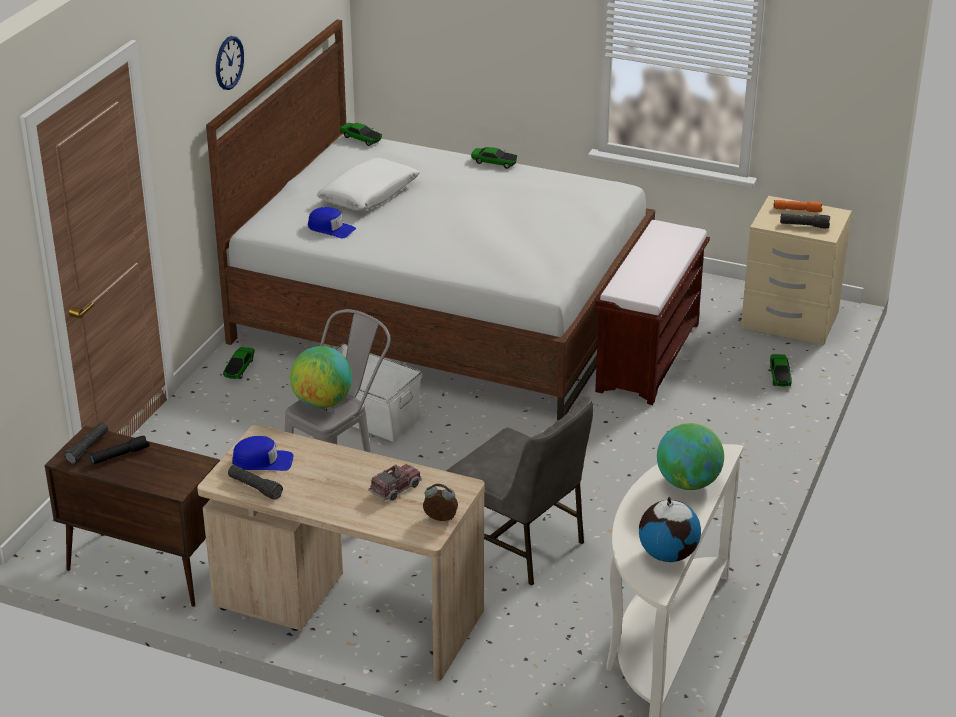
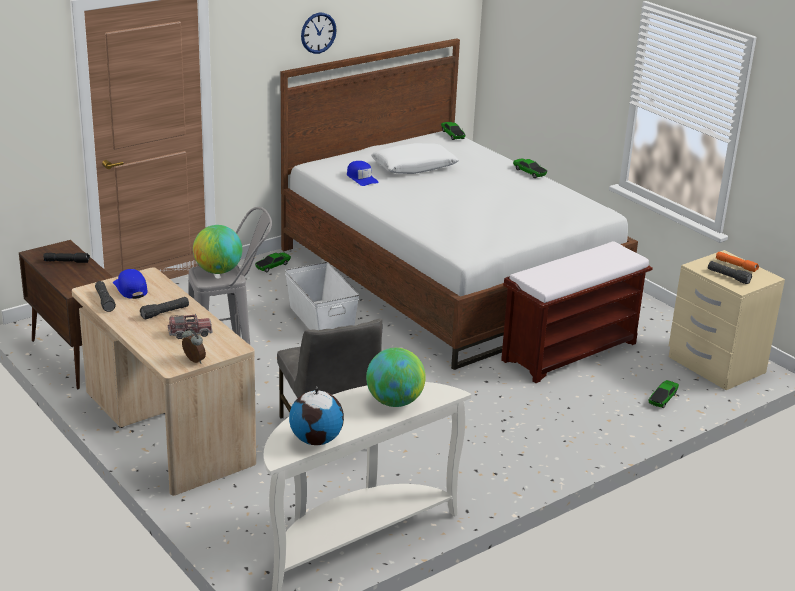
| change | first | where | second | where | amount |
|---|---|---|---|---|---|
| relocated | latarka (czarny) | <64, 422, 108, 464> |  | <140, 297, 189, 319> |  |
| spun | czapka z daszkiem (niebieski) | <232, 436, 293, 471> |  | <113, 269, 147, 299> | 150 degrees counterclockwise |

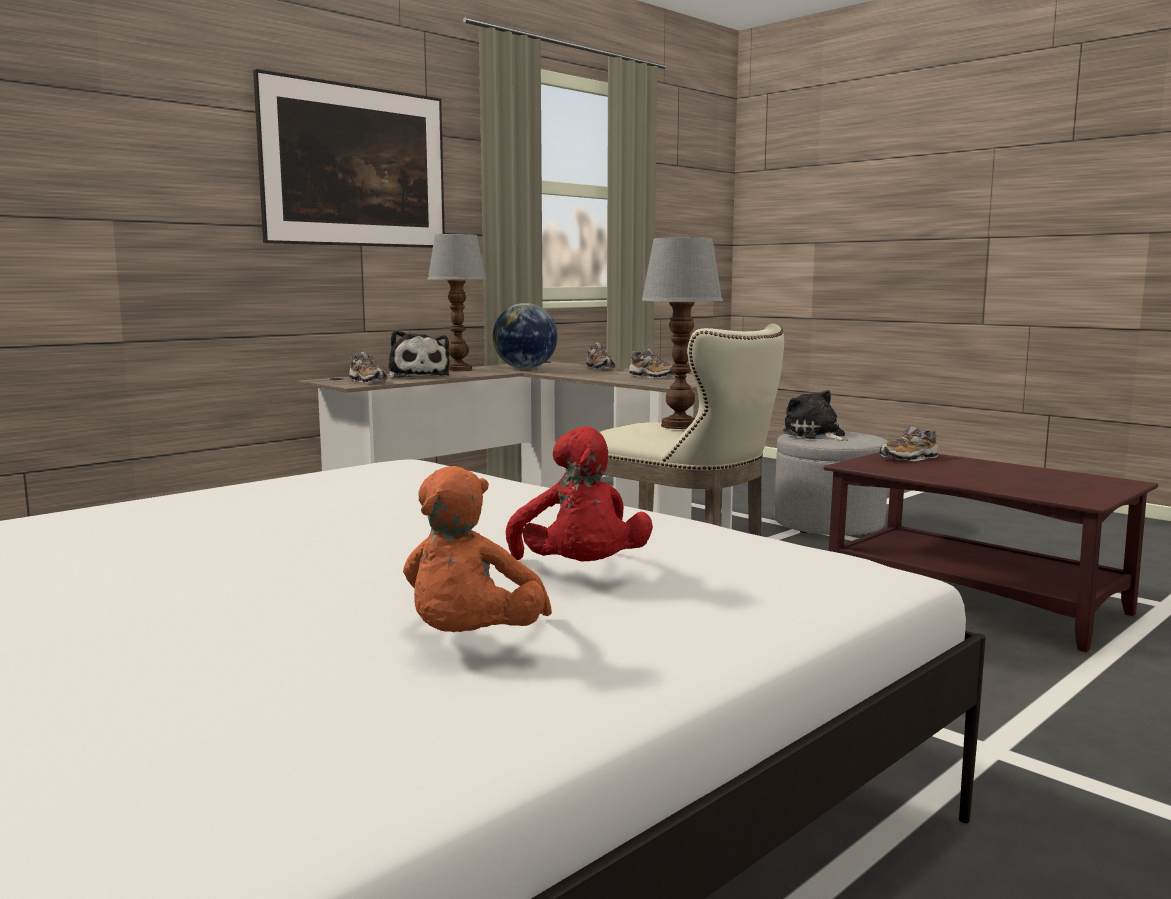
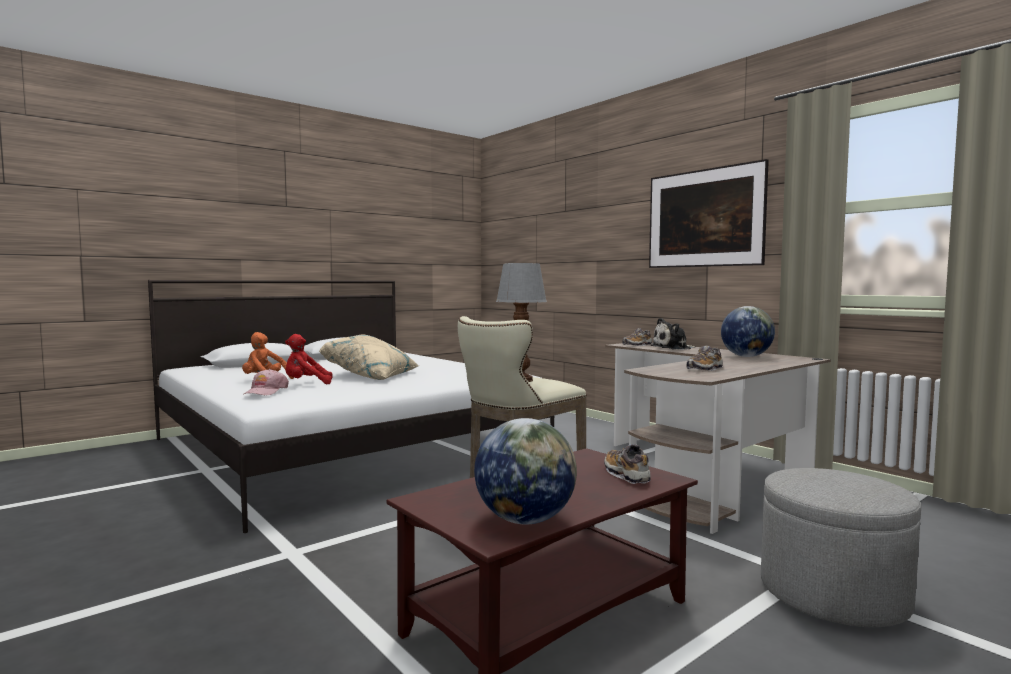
| change | first | where | second | where | amount |
|---|---|---|---|---|---|
| missing | lampa stołowa | <428, 234, 486, 372> |  |  |  |
| missing | but | <586, 342, 615, 369> |  |  |  |
| missing | pluszak | <783, 390, 848, 441> |  |  |  |
| appeared |  |  | czapka z daszkiem (różowy) | <244, 369, 289, 395> |  |
| appeared |  |  | poduszka (beżowy) | <319, 335, 419, 380> |  |
| appeared |  |  | globus | <474, 418, 577, 525> |  |

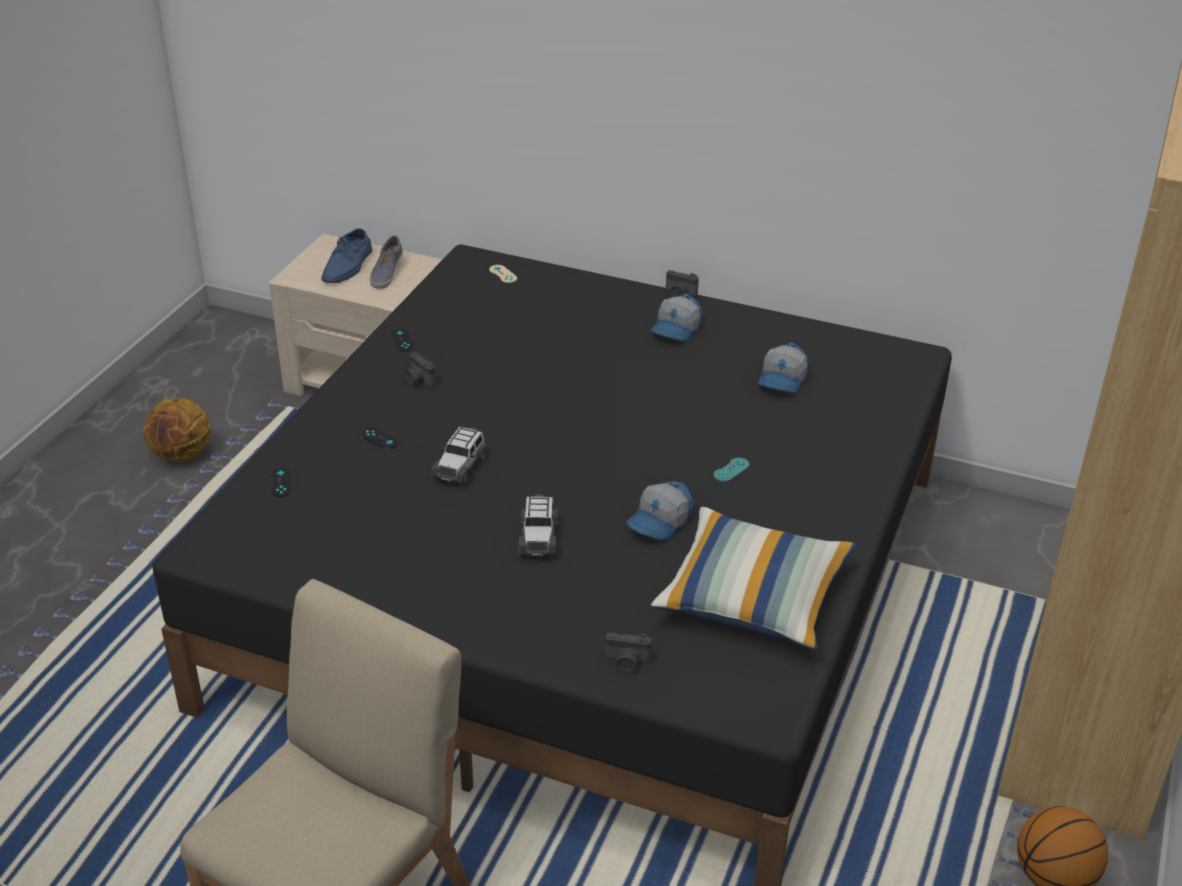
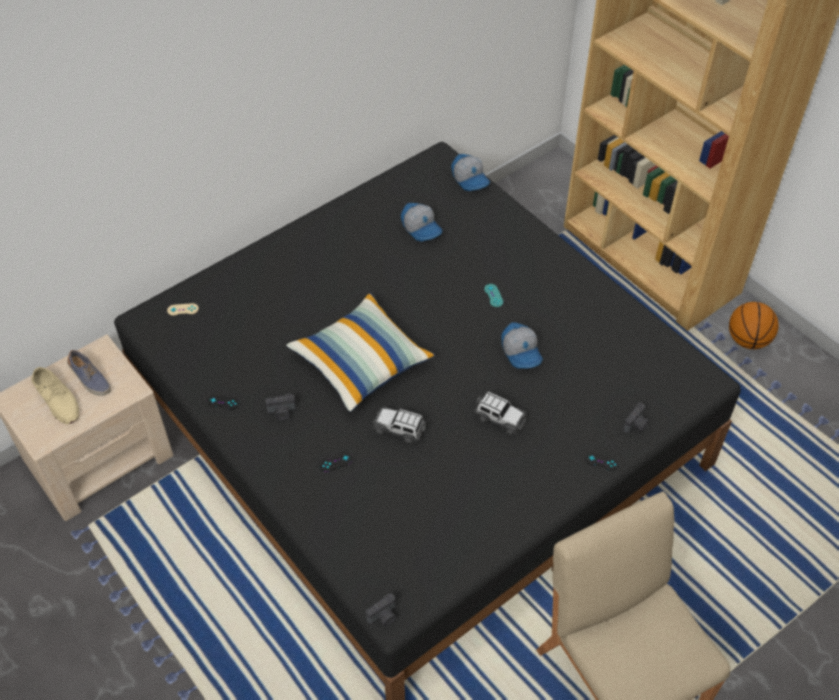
| change | first | where | second | where | amount |
|---|---|---|---|---|---|
| missing | piłka do koszykówki | <143, 398, 210, 461> |  |  |  |
| relocated | pad do gier (czarny) | <271, 468, 292, 497> |  | <585, 452, 619, 471> |  |
| colour | but (niebieski) | <322, 228, 372, 283> | but (beżowy) | <31, 367, 79, 424> |  |
| spun | samochodzik | <431, 426, 487, 485> |  | <373, 406, 426, 443> | 150 degrees clockwise |
| relocated | czapka z daszkiem | <650, 294, 703, 342> |  | <451, 154, 490, 191> |  |
| relocated | poduszka | <651, 507, 856, 650> |  | <286, 293, 435, 412> |  |
| relocated | aparat fotograficzny | <666, 270, 699, 297> |  | <366, 594, 396, 626> |  |

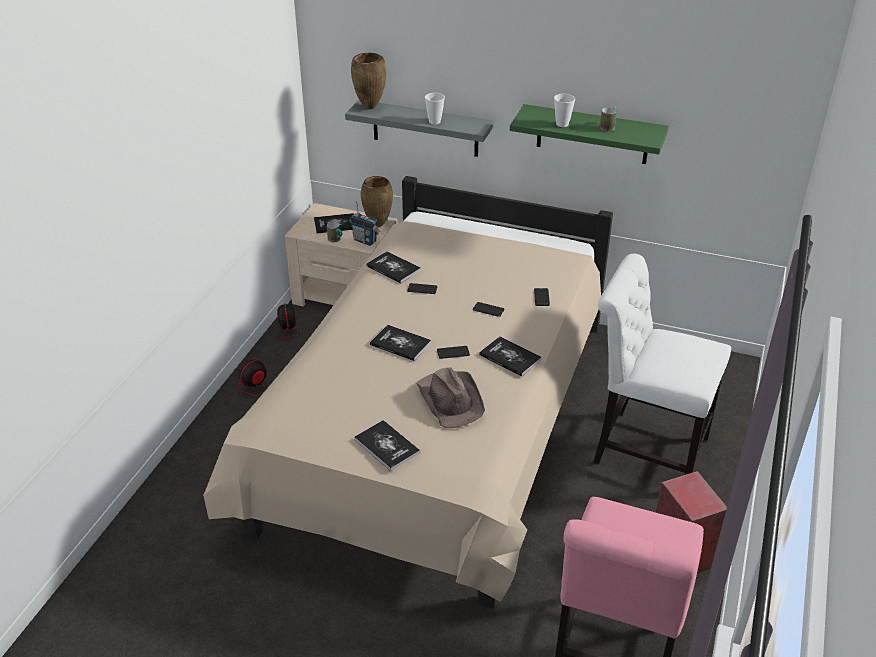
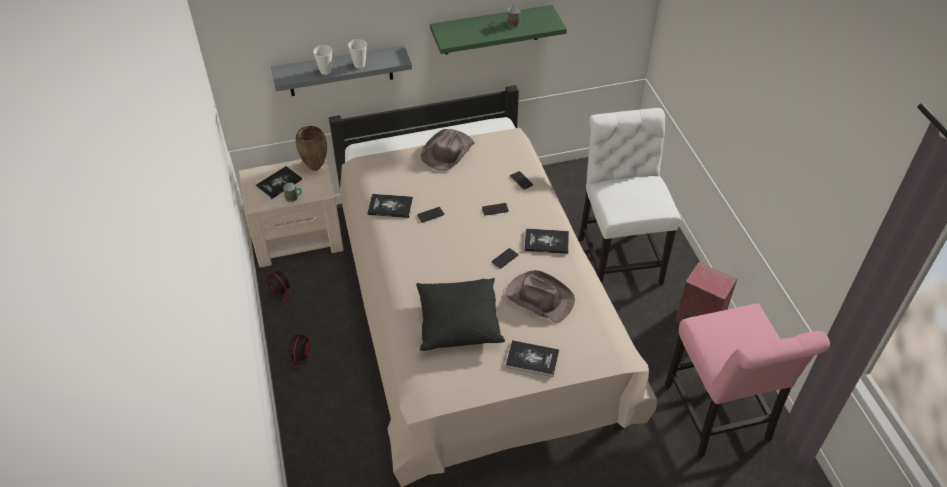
| change | first | where | second | where | amount |
|---|---|---|---|---|---|
| missing | radio | <350, 201, 380, 246> |  |  |  |
| missing | wazon (brązowy) | <351, 53, 386, 109> |  |  |  |
| missing | książka | <370, 325, 431, 361> |  |  |  |
| relocated | filiżanka | <554, 94, 575, 127> |  | <313, 45, 332, 75> |  |
| spun | krzesło (biały) | <594, 254, 731, 475> |  | <579, 108, 681, 285> | 90 degrees clockwise |
| appeared |  |  | poduszka (czarny) | <416, 278, 505, 351> |  |
| appeared |  |  | kapelusz (brązowy) | <421, 129, 475, 170> |  |

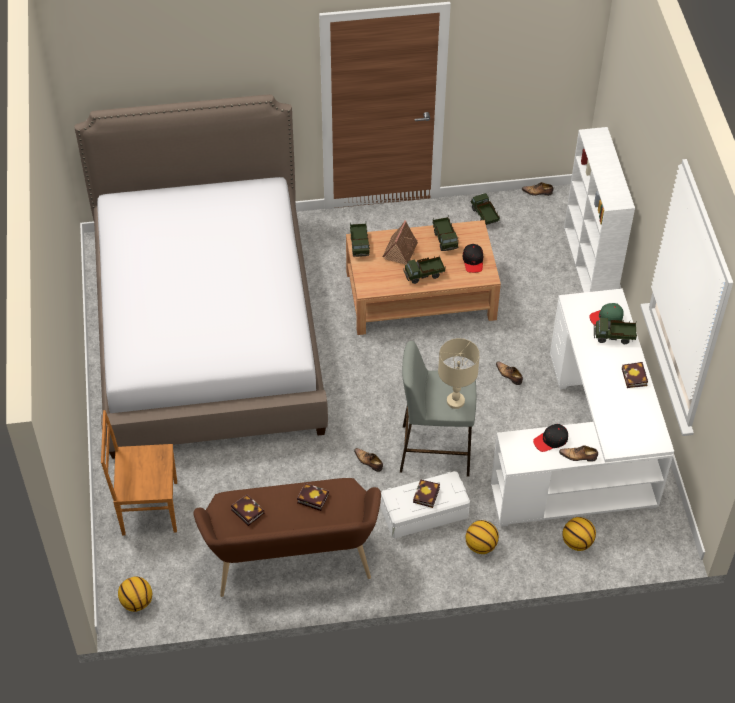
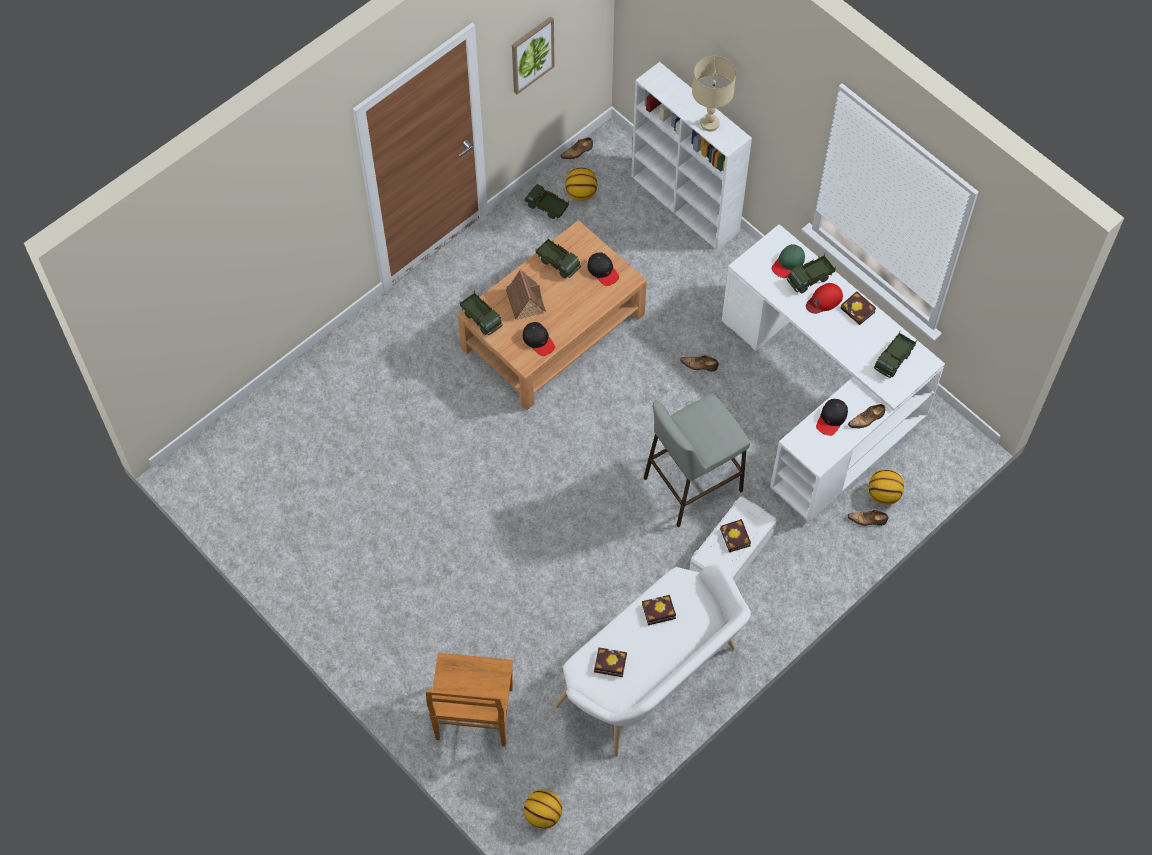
| change | first | where | second | where | amount |
|---|---|---|---|---|---|
| missing | łóżko | <74, 94, 328, 459> |  |  |  |
| spun | krzesło (brązowy) | <101, 410, 177, 535> |  | <425, 653, 513, 747> | 45 degrees counterclockwise |
| colour | ławka (brązowy) | <193, 478, 381, 597> | ławka (biały) | <555, 564, 751, 757> |  |
| relocated | but | <354, 448, 383, 472> |  | <848, 510, 888, 526> |  |
| relocated | ciężarówka zabawkowa | <403, 256, 445, 284> |  | <874, 332, 917, 378> |  |
| relocated | lampa stołowa (beżowy) | <438, 338, 480, 409> |  | <692, 56, 736, 132> |  |
| relocated | piłka do koszykówki | <465, 520, 499, 554> |  | <565, 167, 597, 201> |  |
| appeared |  |  | obraz | <512, 16, 555, 94> |  |
| appeared |  |  | czapka z daszkiem (czarny) | <523, 322, 555, 356> |  |
| appeared |  |  | czapka z daszkiem (czerwony) | <806, 283, 843, 314> |  |

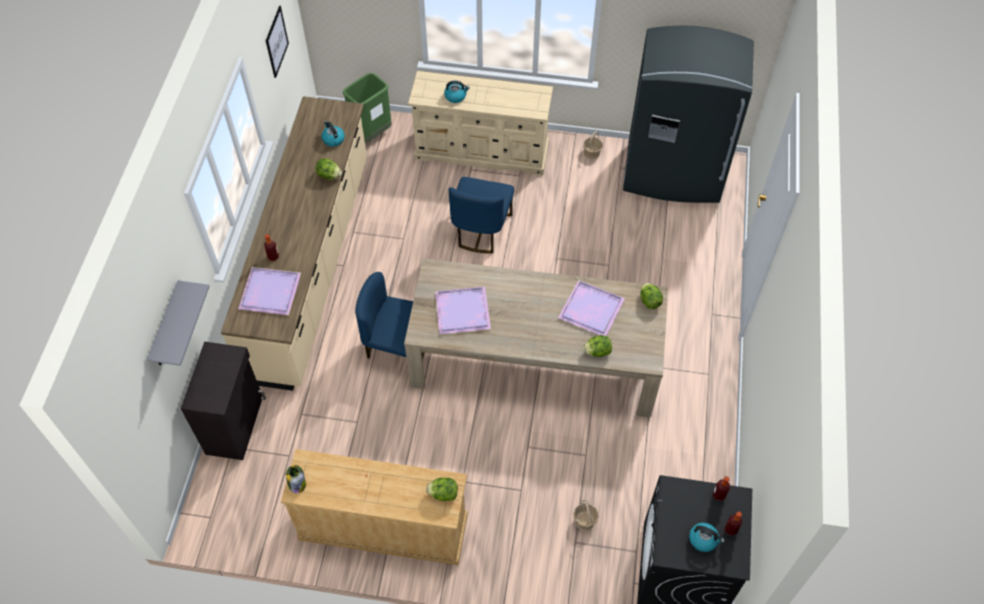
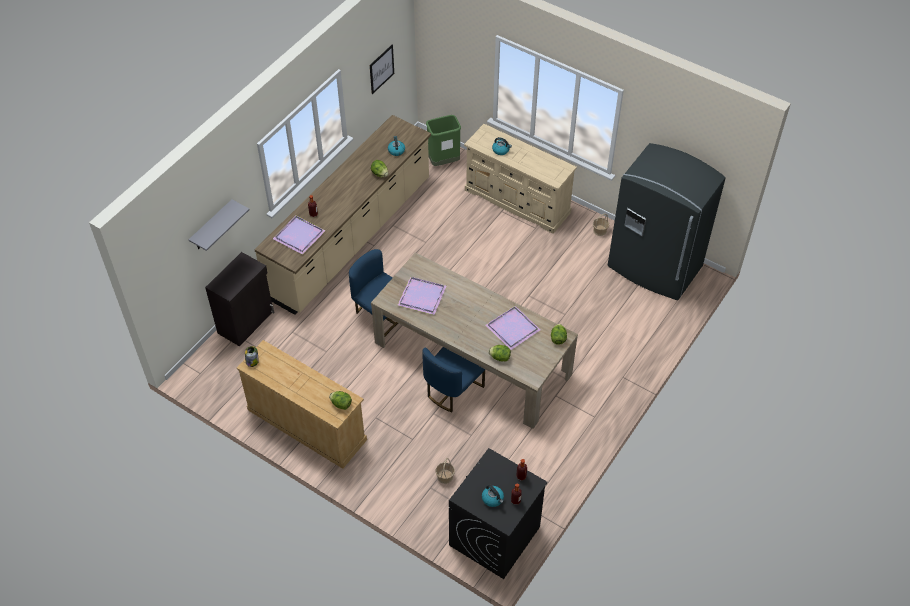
| change | first | where | second | where | amount |
|---|---|---|---|---|---|
| relocated | krzesło (niebieski) | <449, 177, 514, 253> |  | <423, 347, 485, 413> |  |

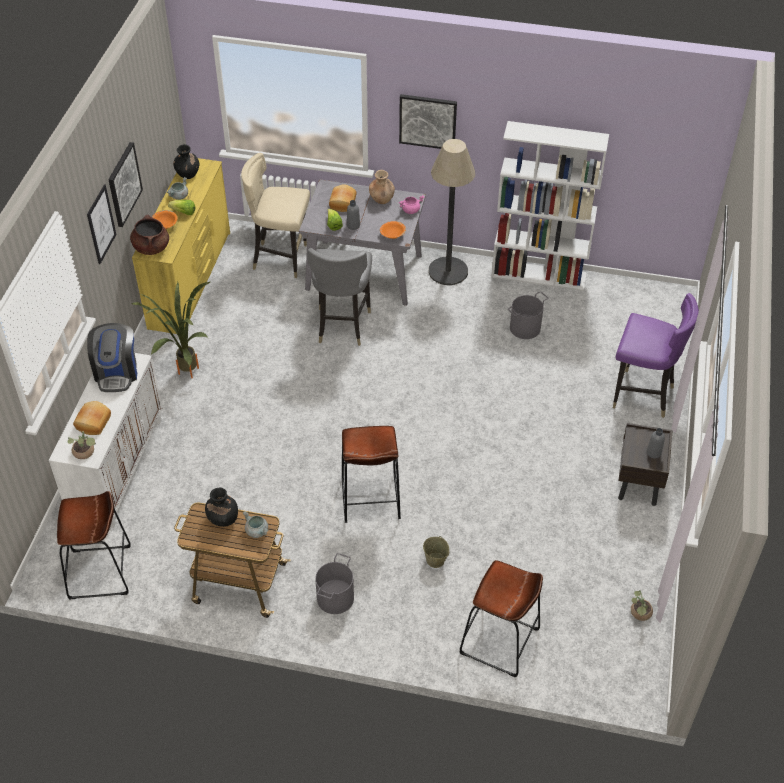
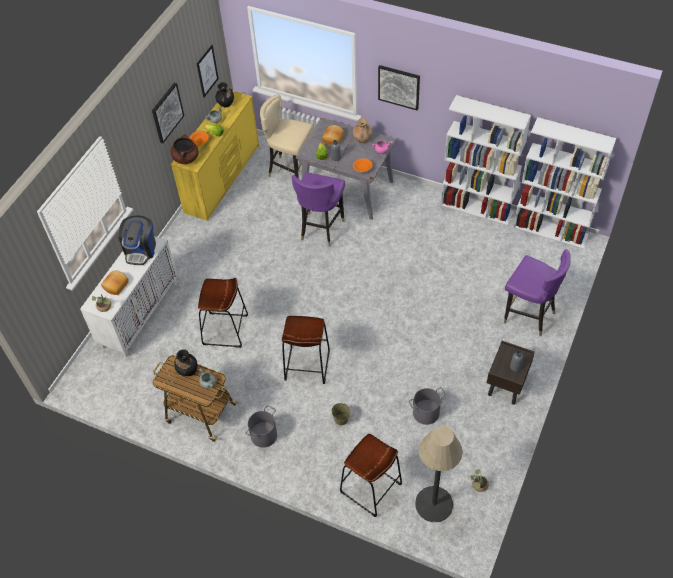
| change | first | where | second | where | amount |
|---|---|---|---|---|---|
| relocated | stołek (brązowy) | <57, 491, 131, 600> |  | <198, 278, 248, 348> |  |
| relocated | obraz | <87, 184, 116, 264> |  | <197, 45, 219, 98> |  |
| missing | roślina doniczkowa | <131, 282, 210, 378> |  |  |  |
| colour | krzesło (szary) | <307, 248, 372, 346> | krzesło (fioletowy) | <292, 173, 345, 246> |  |
| relocated | lampa stojąca | <429, 139, 475, 285> |  | <415, 426, 463, 522> |  |
| relocated | wiadro (szary) | <508, 291, 548, 339> |  | <409, 387, 446, 425> |  |
| appeared |  |  | regał (biały) | <513, 117, 616, 249> |  |

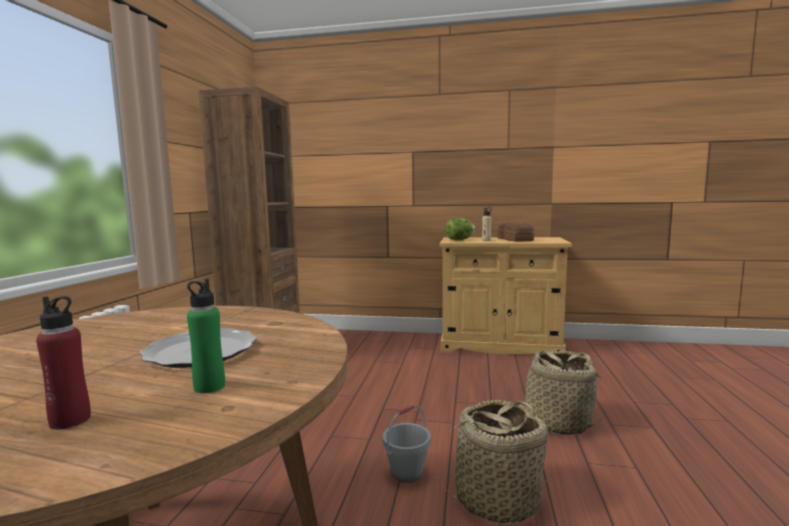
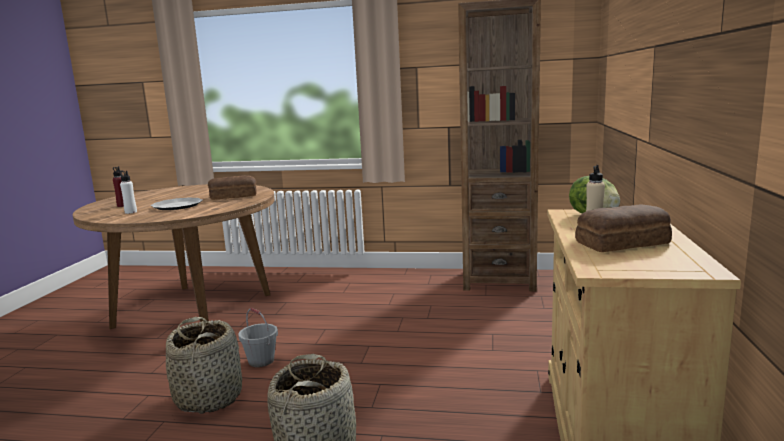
| change | first | where | second | where | amount |
|---|---|---|---|---|---|
| colour | butelka (zielony) | <187, 279, 225, 393> | butelka (biały) | <119, 171, 137, 214> |  |
| appeared |  |  | chleb | <208, 175, 257, 200> |  |

